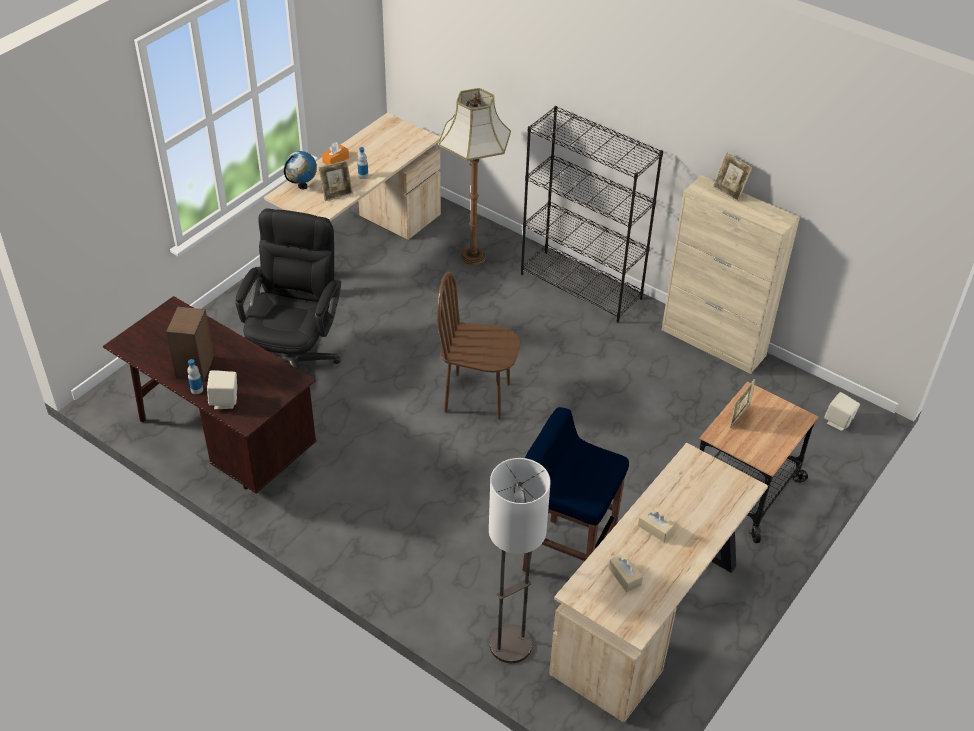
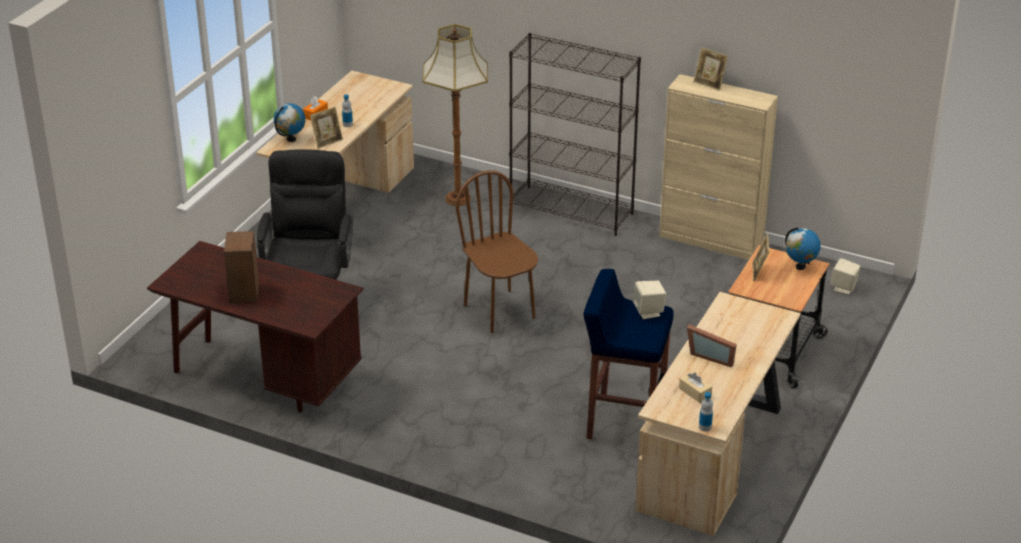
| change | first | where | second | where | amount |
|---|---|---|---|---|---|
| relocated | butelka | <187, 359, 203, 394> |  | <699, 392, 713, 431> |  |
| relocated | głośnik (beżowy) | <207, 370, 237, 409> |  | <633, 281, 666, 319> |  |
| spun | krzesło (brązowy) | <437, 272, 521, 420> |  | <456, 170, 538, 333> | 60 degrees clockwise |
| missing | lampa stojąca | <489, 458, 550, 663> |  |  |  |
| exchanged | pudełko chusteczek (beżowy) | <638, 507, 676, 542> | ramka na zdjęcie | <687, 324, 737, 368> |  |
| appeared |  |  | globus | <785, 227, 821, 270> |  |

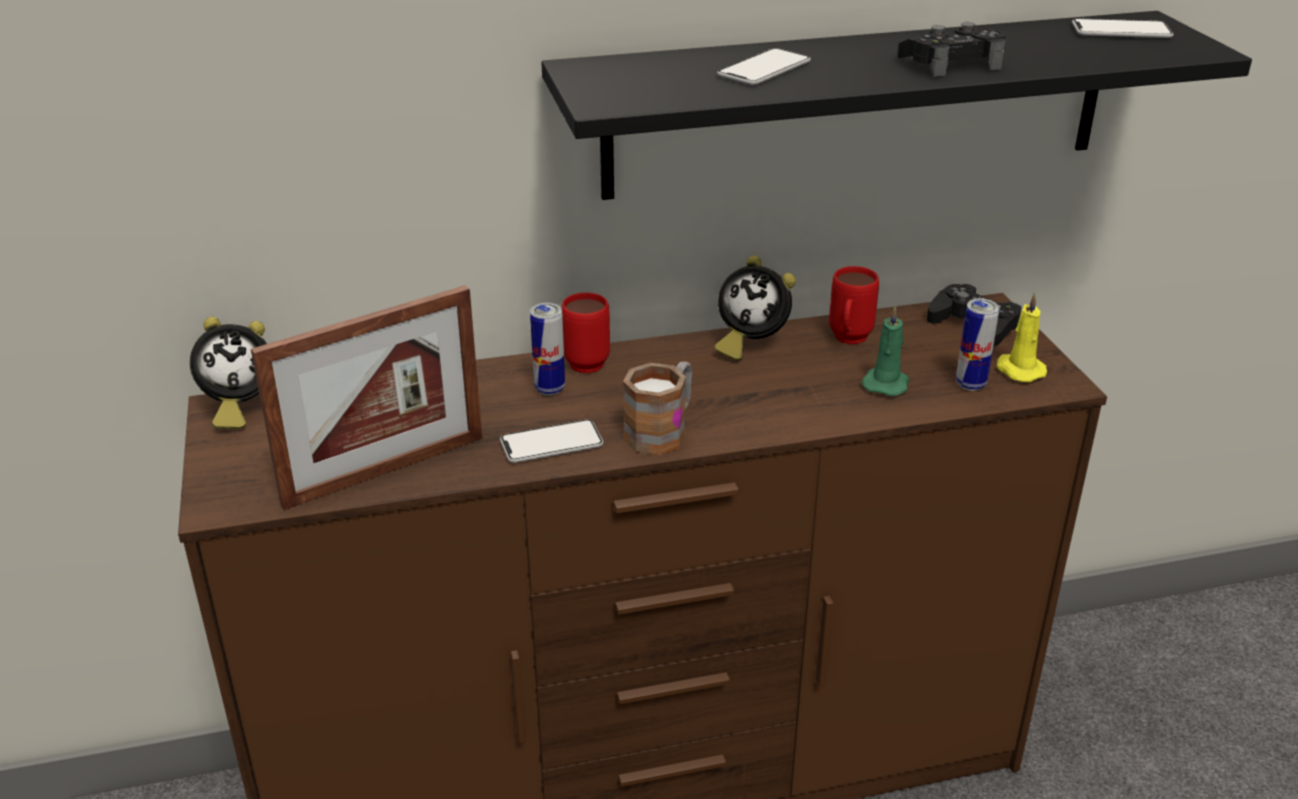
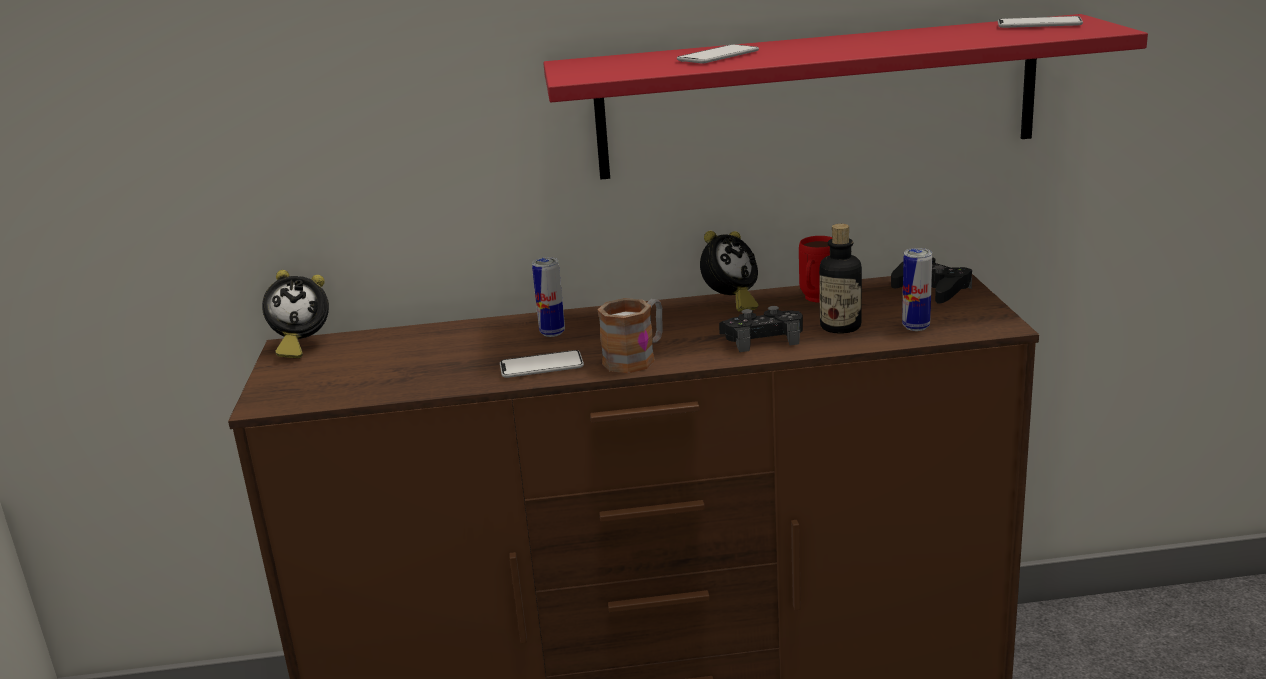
| change | first | where | second | where | amount |
|---|---|---|---|---|---|
| missing | ramka na zdjęcie | <251, 286, 482, 510> |  |  |  |
| colour | półka (czarny) | <541, 11, 1252, 200> | półka (czerwony) | <543, 14, 1148, 180> |  |
| missing | kubek (czerwony) | <561, 293, 610, 373> |  |  |  |
| spun | budzik | <715, 256, 796, 361> |  | <700, 231, 759, 312> | 75 degrees counterclockwise |
| exchanged | świeca (zielony) | <861, 305, 909, 396> | butelka | <819, 224, 862, 334> |  |
| relocated | pad do gier (czarny) | <897, 22, 1006, 77> |  | <719, 306, 803, 352> |  |
| missing | świeca (żółty) | <997, 292, 1047, 382> |  |  |  |

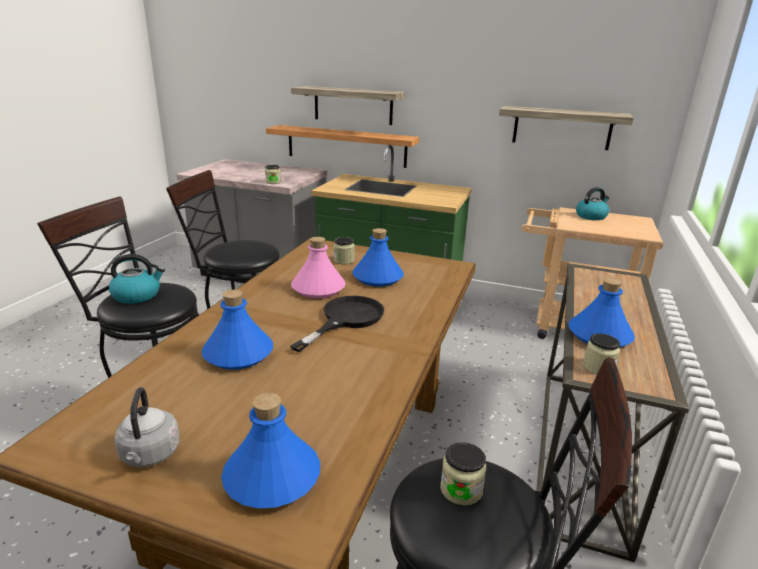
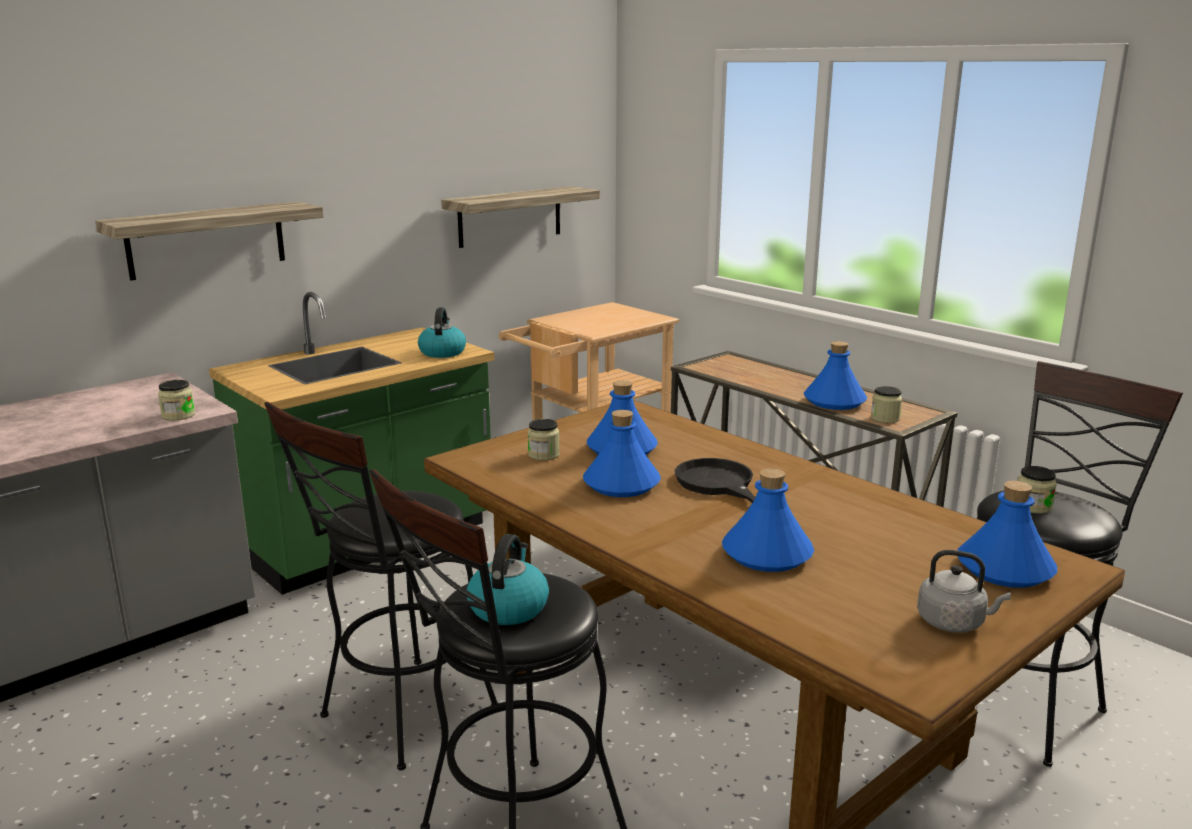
| change | first | where | second | where | amount |
|---|---|---|---|---|---|
| missing | półka | <266, 125, 420, 168> |  |  |  |
| colour | butelka (różowy) | <291, 237, 346, 298> | butelka (niebieski) | <583, 410, 661, 497> |  |
| relocated | czajnik | <576, 187, 609, 220> |  | <418, 308, 466, 358> |  |

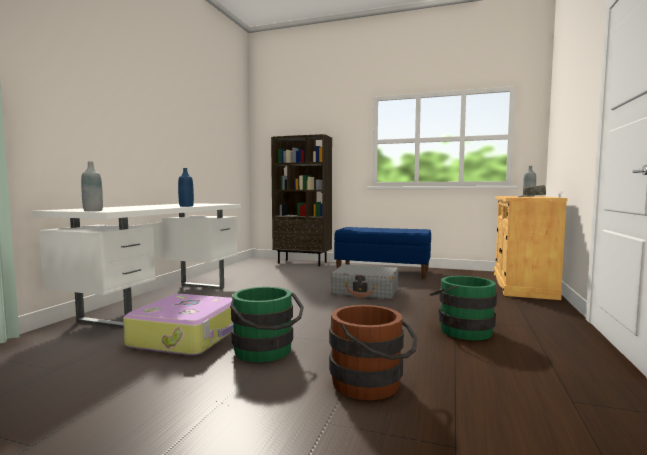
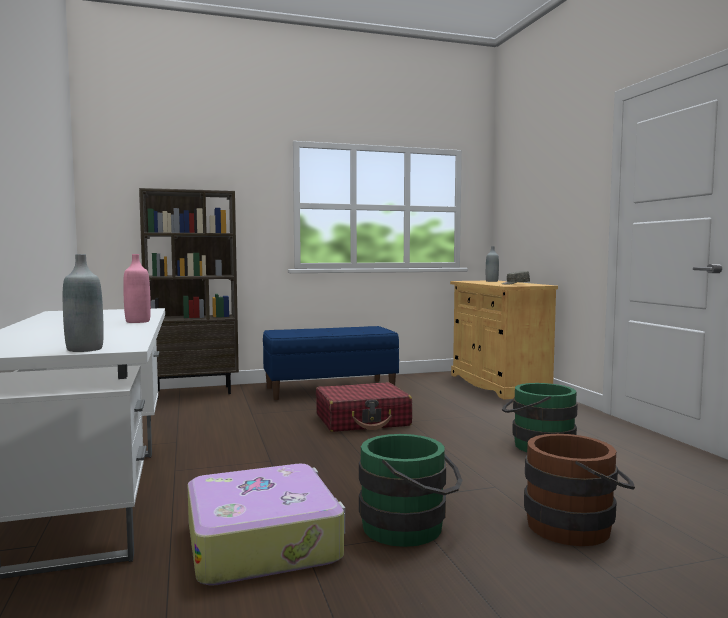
| change | first | where | second | where | amount |
|---|---|---|---|---|---|
| colour | butelka (niebieski) | <178, 168, 194, 207> | butelka (różowy) | <123, 254, 151, 323> |  |
| colour | walizka (szary) | <331, 264, 398, 299> | walizka (czerwony) | <316, 382, 412, 432> |  |

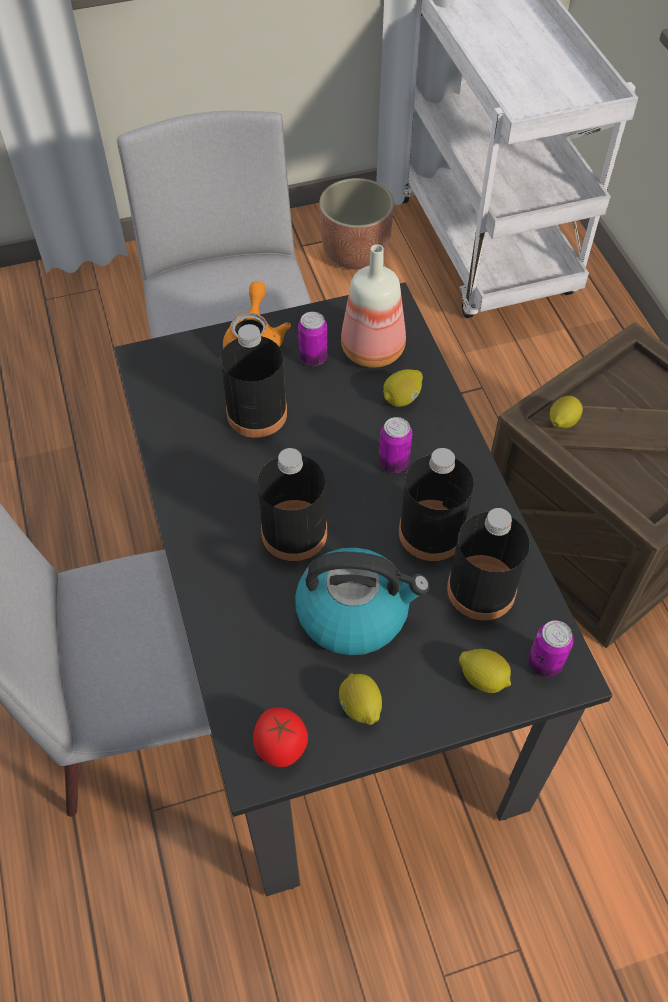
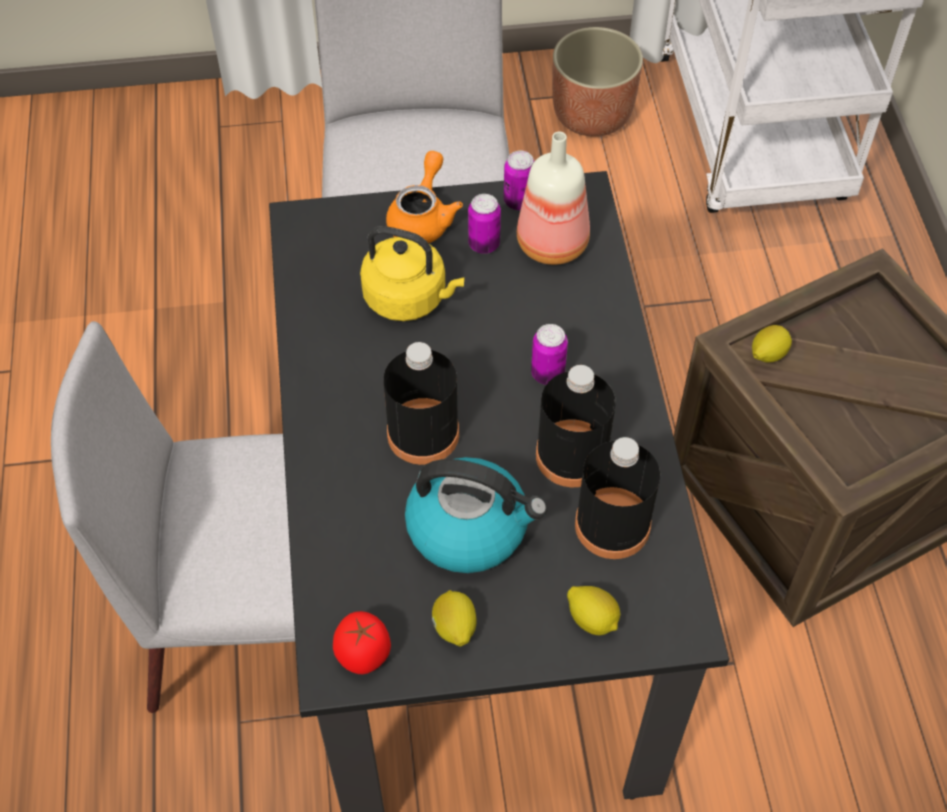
| change | first | where | second | where | amount |
|---|---|---|---|---|---|
| exchanged | butelka (czarny) | <220, 324, 287, 438> | czajnik (żółty) | <360, 226, 465, 321> |  |
| missing | cytryna | <383, 369, 423, 407> |  |  |  |
| relocated | puszka | <528, 620, 574, 677> |  | <504, 151, 535, 210> |  |

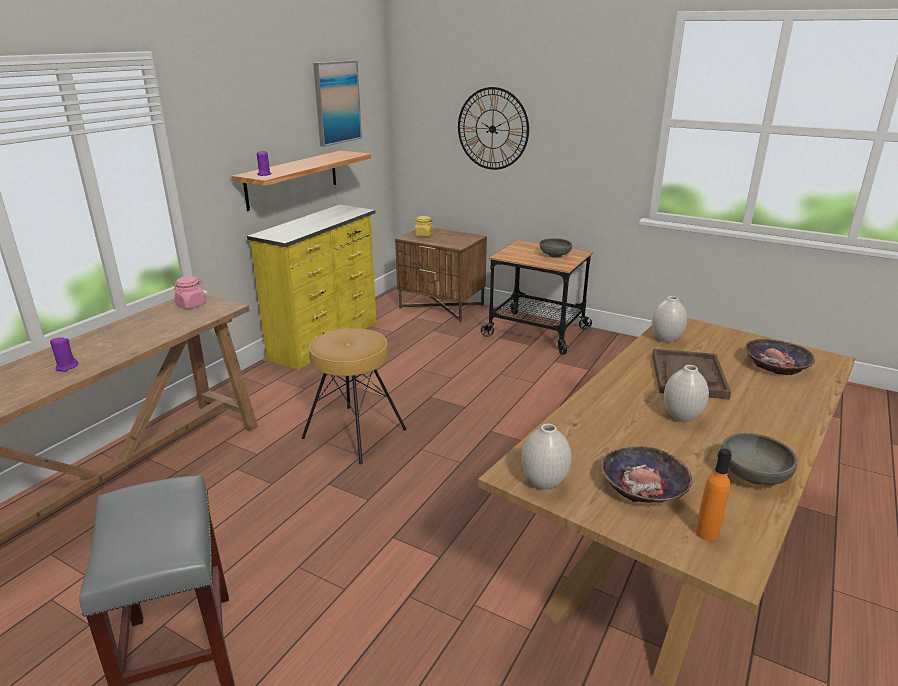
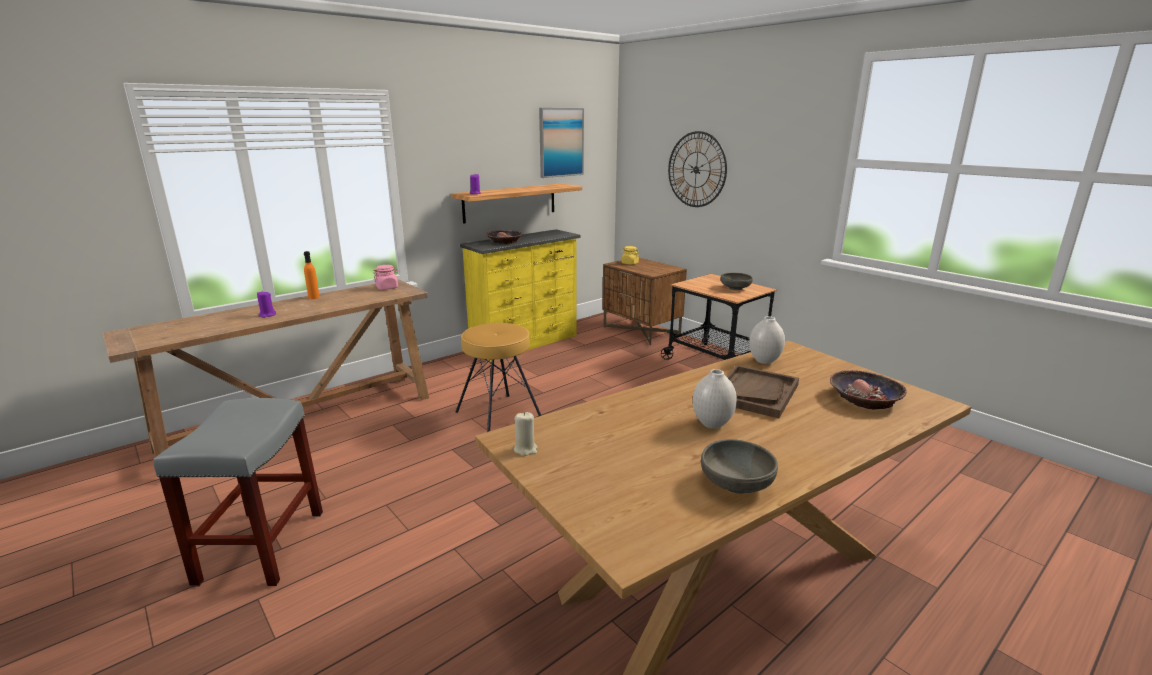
| change | first | where | second | where | amount |
|---|---|---|---|---|---|
| exchanged | wazon (biały) | <522, 424, 572, 489> | świeca (beżowy) | <514, 412, 537, 456> |  |
| relocated | miska | <601, 446, 692, 503> |  | <486, 230, 523, 244> |  |
| relocated | butelka (pomarańczowy) | <696, 448, 732, 541> |  | <304, 251, 320, 299> |  |

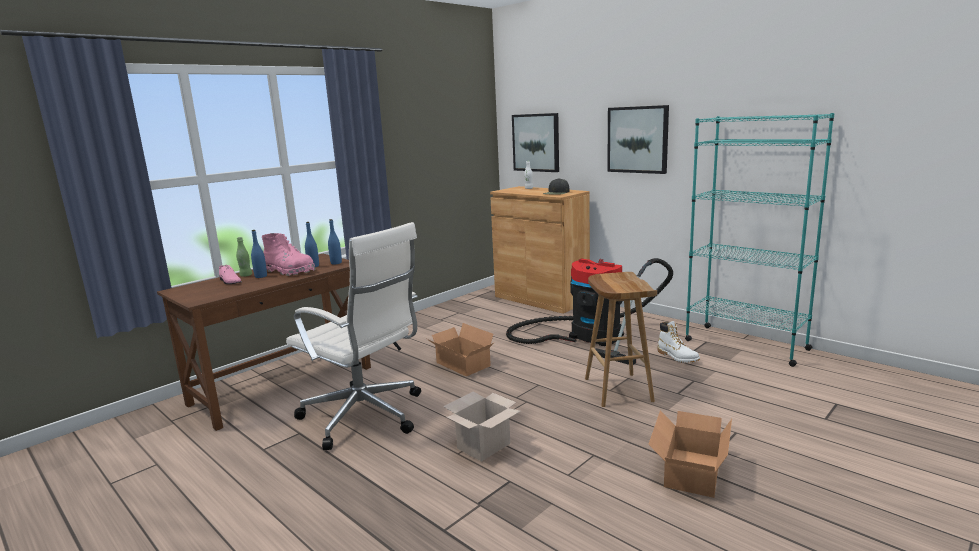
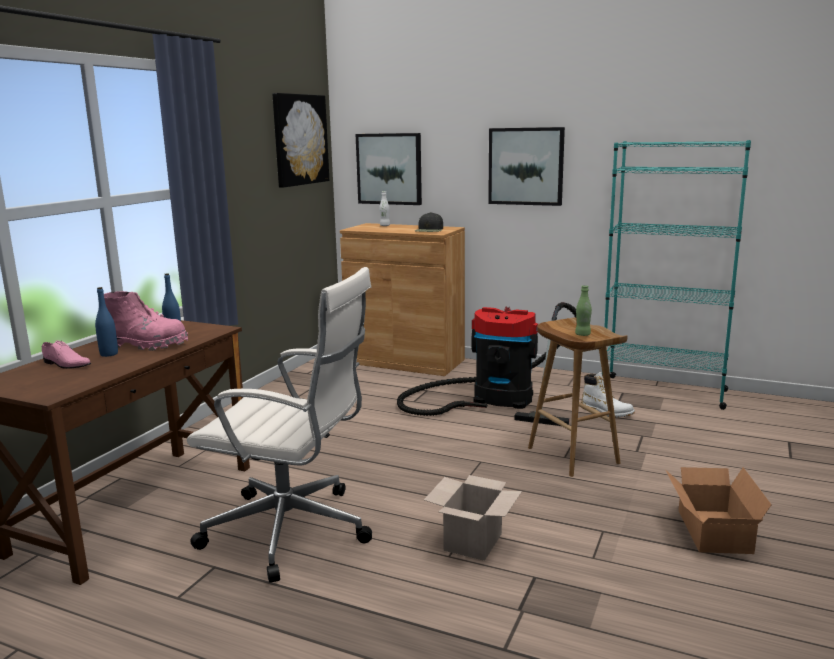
| change | first | where | second | where | amount |
|---|---|---|---|---|---|
| relocated | butelka (zielony) | <236, 237, 252, 277> |  | <575, 285, 592, 336> |  |
| missing | butelka (niebieski) | <328, 219, 342, 265> |  |  |  |
| missing | karton | <427, 323, 494, 376> |  |  |  |
| appeared |  |  | obraz | <272, 93, 329, 188> |  |

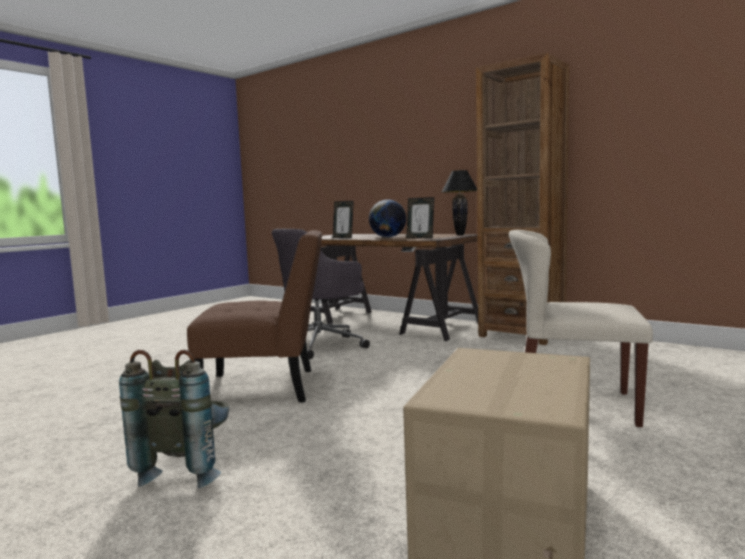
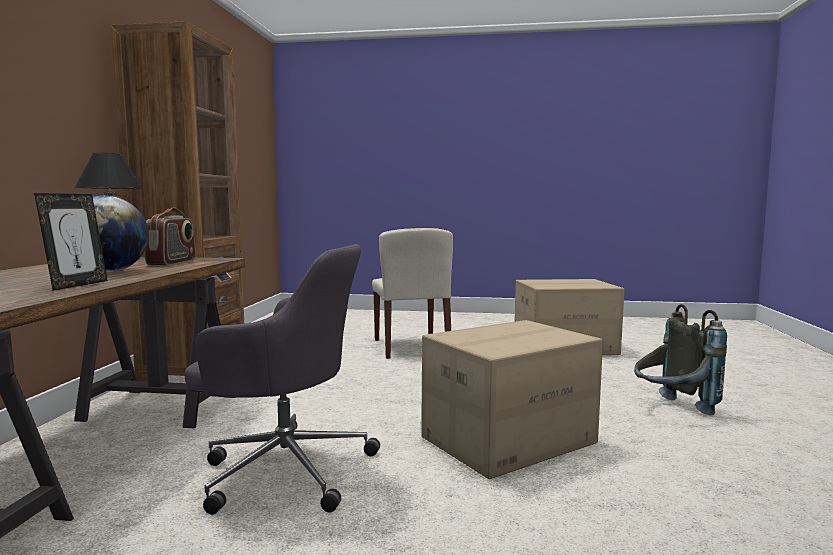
| change | first | where | second | where | amount |
|---|---|---|---|---|---|
| exchanged | krzesło (brązowy) | <187, 230, 322, 403> | karton | <421, 320, 603, 479> |  |
| exchanged | ramka na zdjęcie | <407, 197, 434, 238> | radio | <144, 207, 196, 265> |  |

